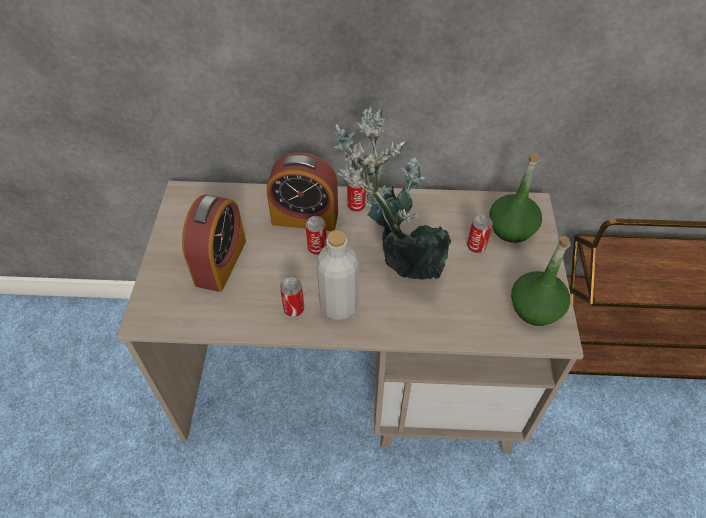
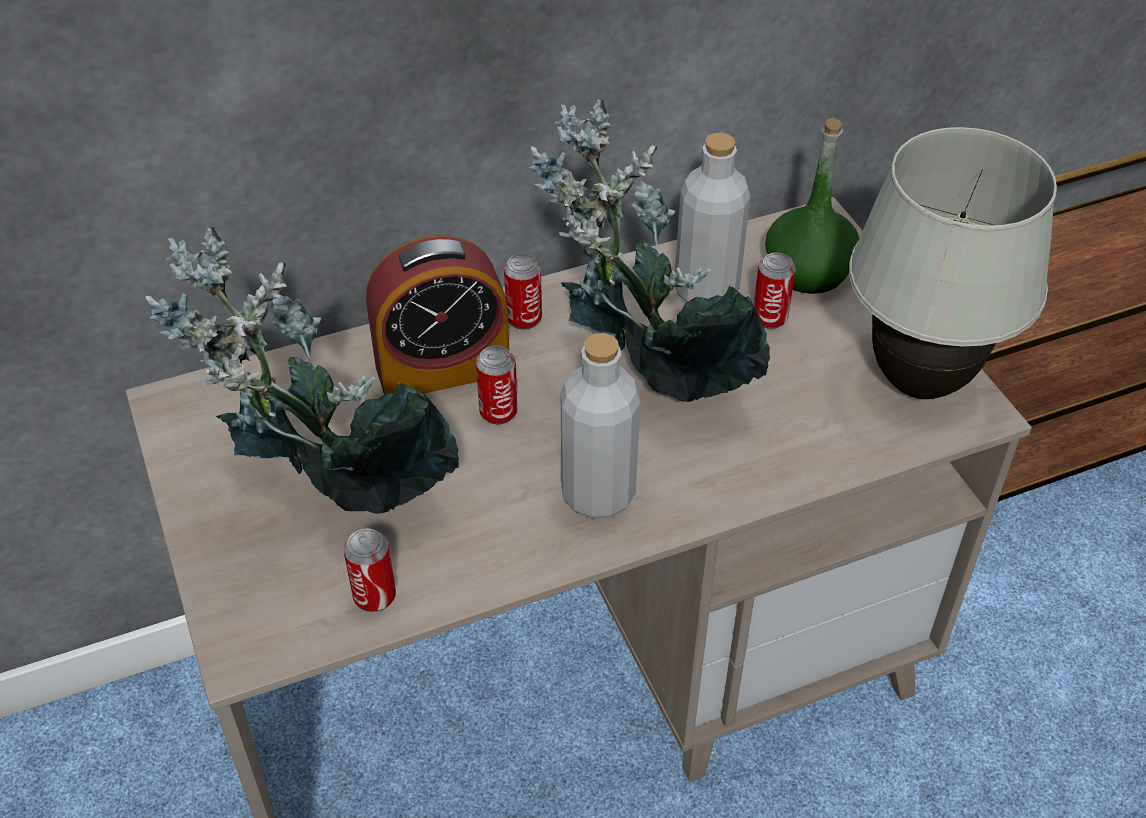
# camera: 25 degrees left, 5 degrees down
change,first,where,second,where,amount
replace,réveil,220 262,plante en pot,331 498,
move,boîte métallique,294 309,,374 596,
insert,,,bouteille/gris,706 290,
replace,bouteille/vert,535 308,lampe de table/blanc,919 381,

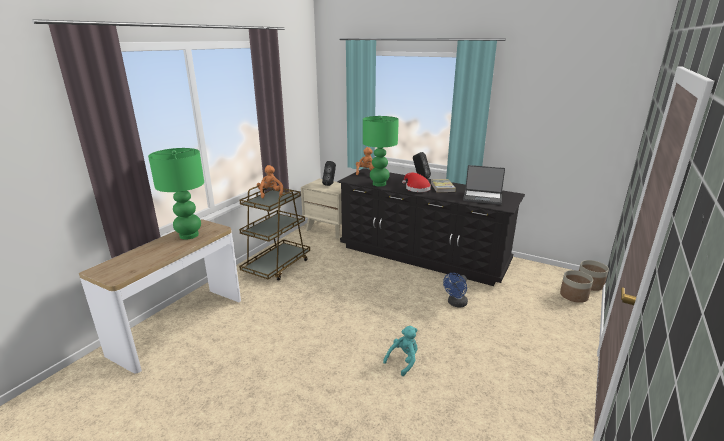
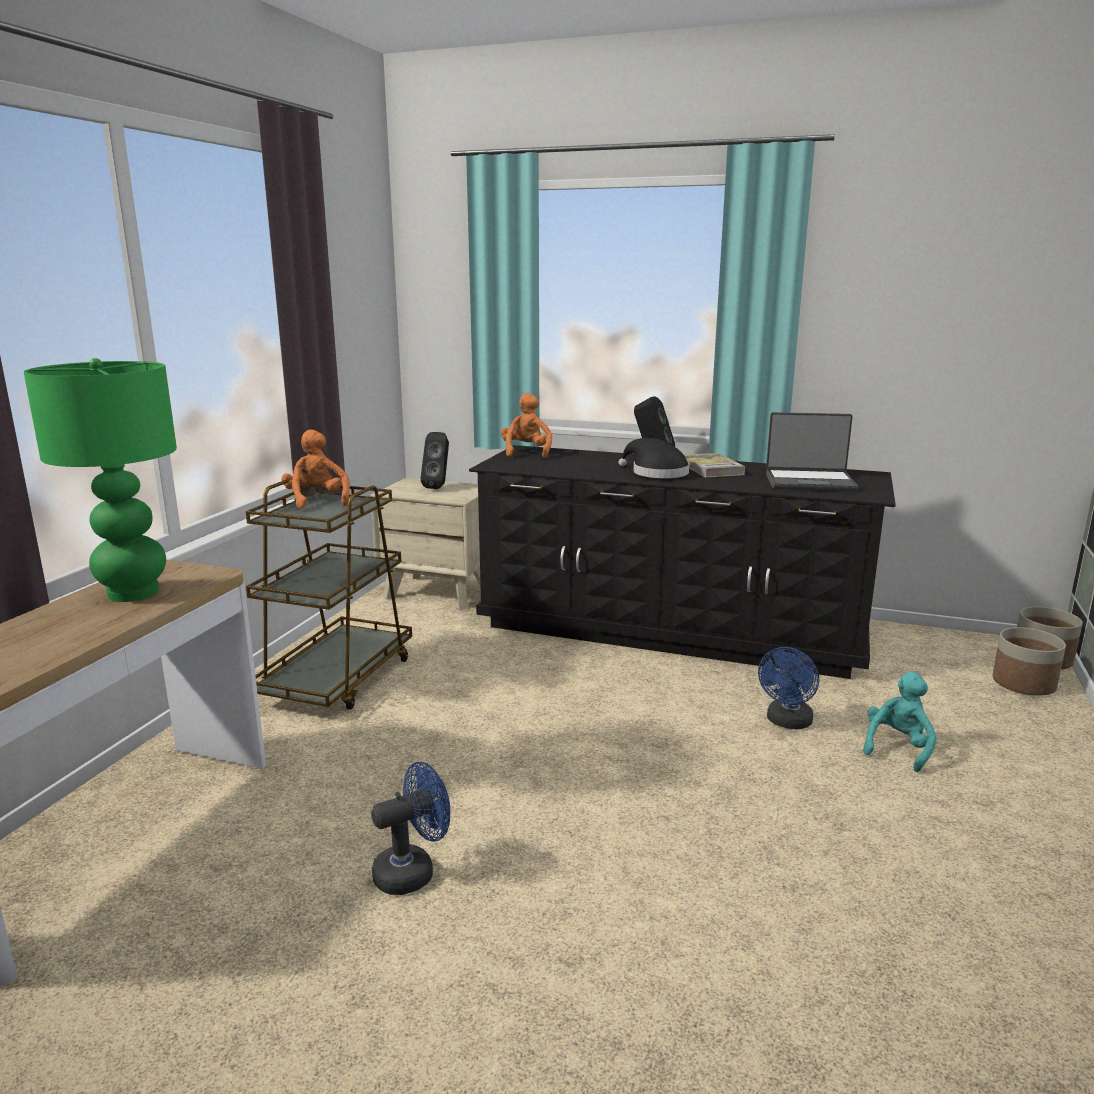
# camera: 10 degrees left, 5 degrees down
change,first,where,second,where,amount
insert,,,ventilateur/bleu,413 871,
recolor,chapeau/rouge,416 188,chapeau/noir,656 473,
move,peluche/turquoise,403 361,,898 748,
delete,lampe de table/vert,379 184,,,

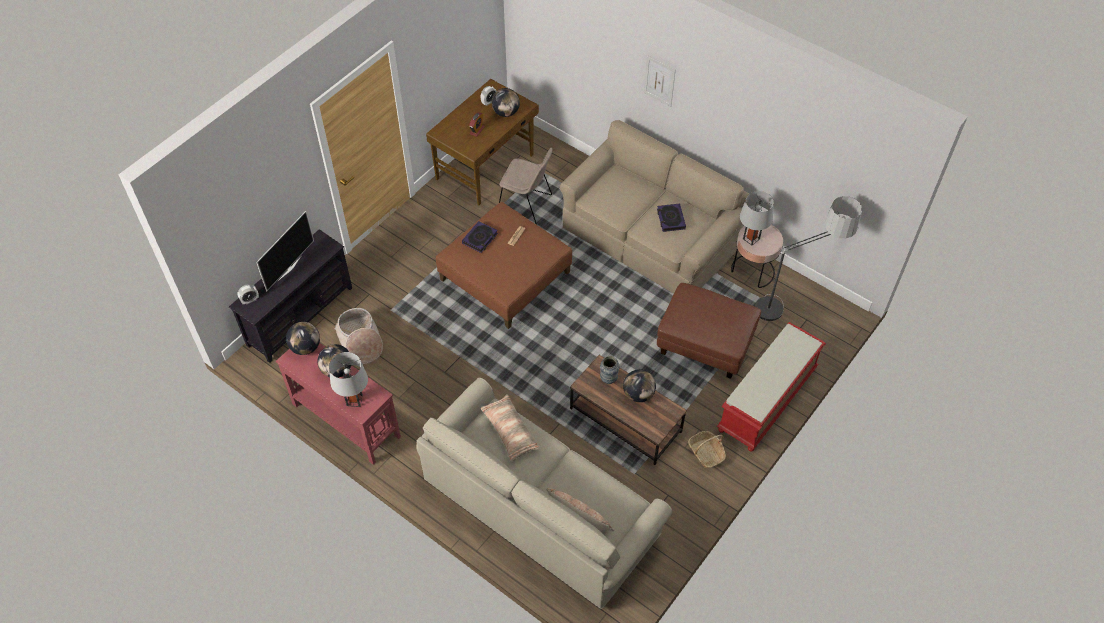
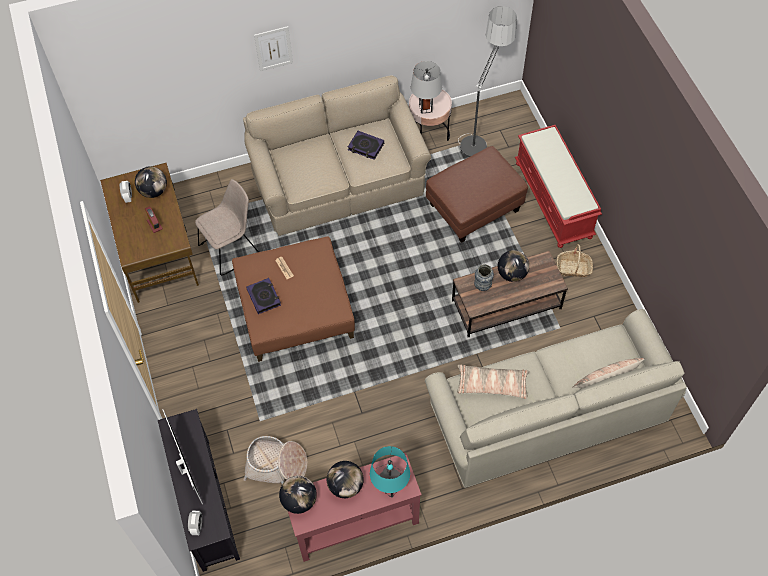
# camera: 55 degrees left, 5 degrees up
change,first,where,second,where,amount
recolor,lampe de table/gris,354 400,lampe de table/turquoise,390 487,

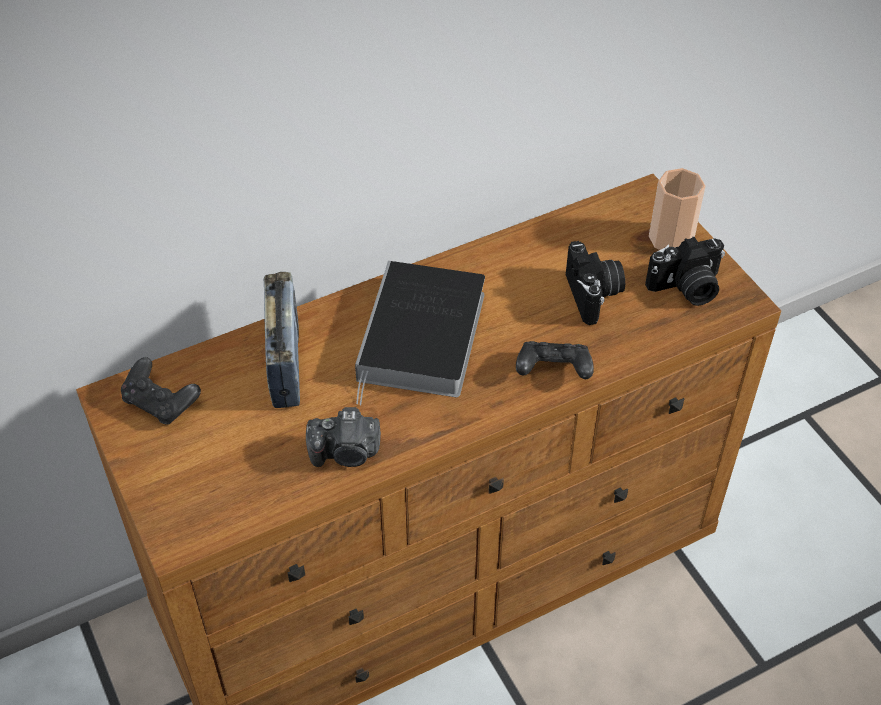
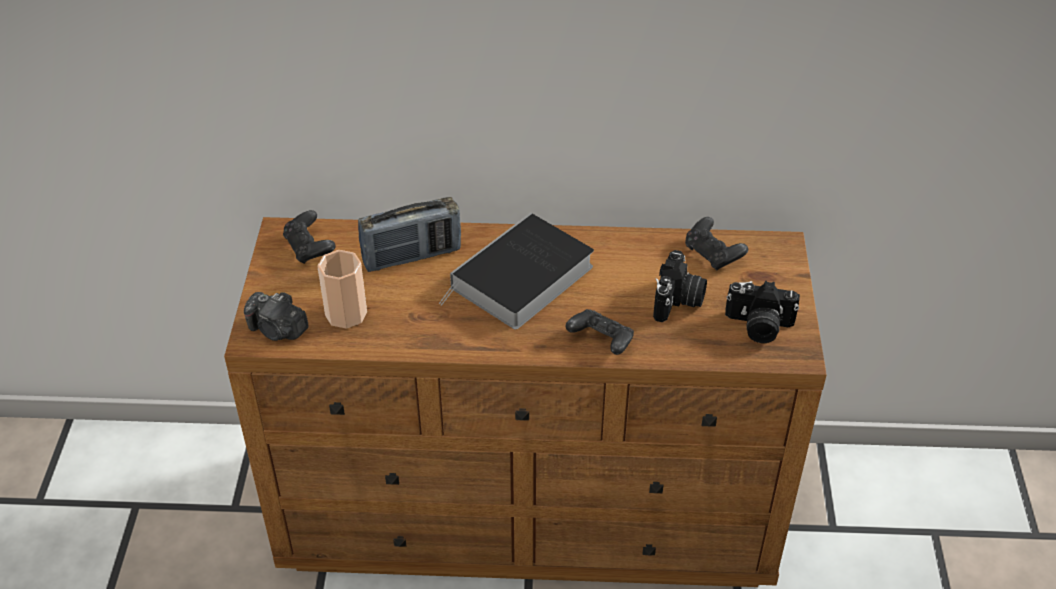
# camera: 30 degrees right, 5 degrees down
change,first,where,second,where,amount
move,appareil photo,346 453,,278 330,
move,tasse,671 238,,346 314,
rotate,radio,285 363,,412 256,45 degrees clockwise
insert,,,manette/noir,713 254,

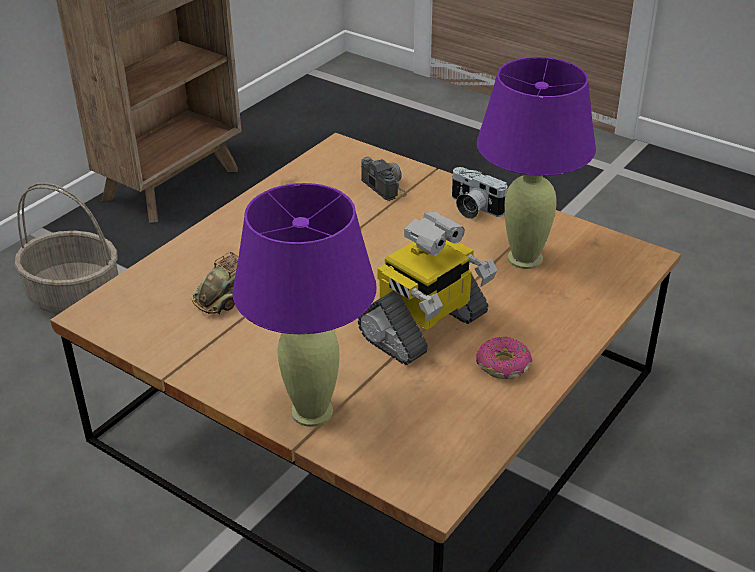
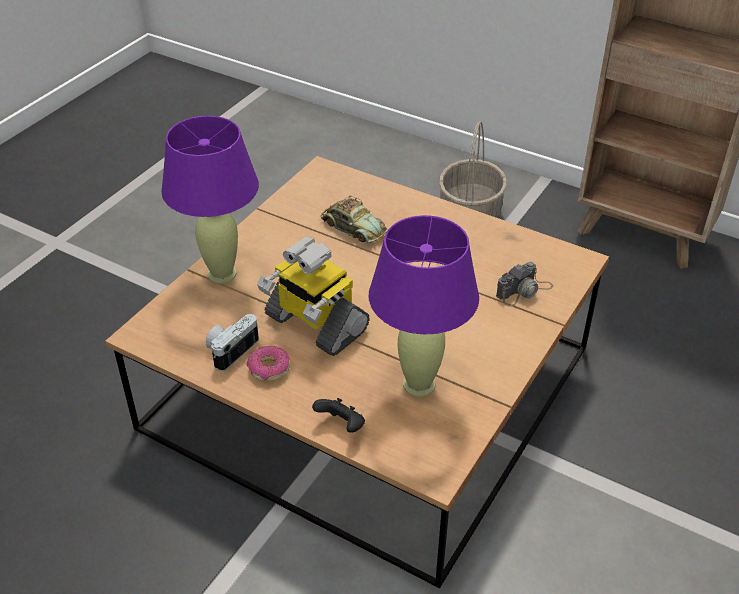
# camera: 85 degrees right, 5 degrees up
change,first,where,second,where,amount
move,appareil photo,473 208,,231 349,
insert,,,manette/noir,341 426,

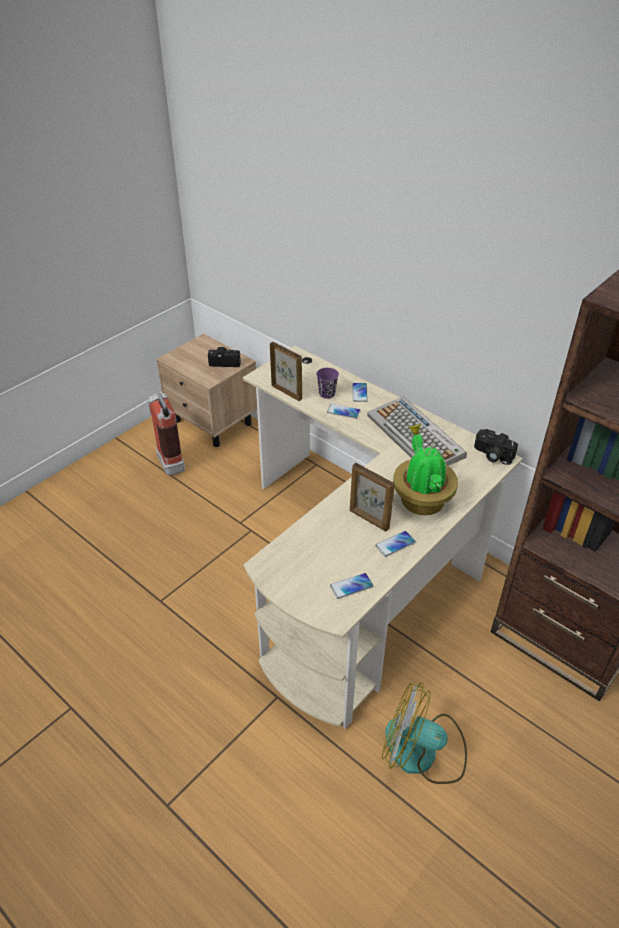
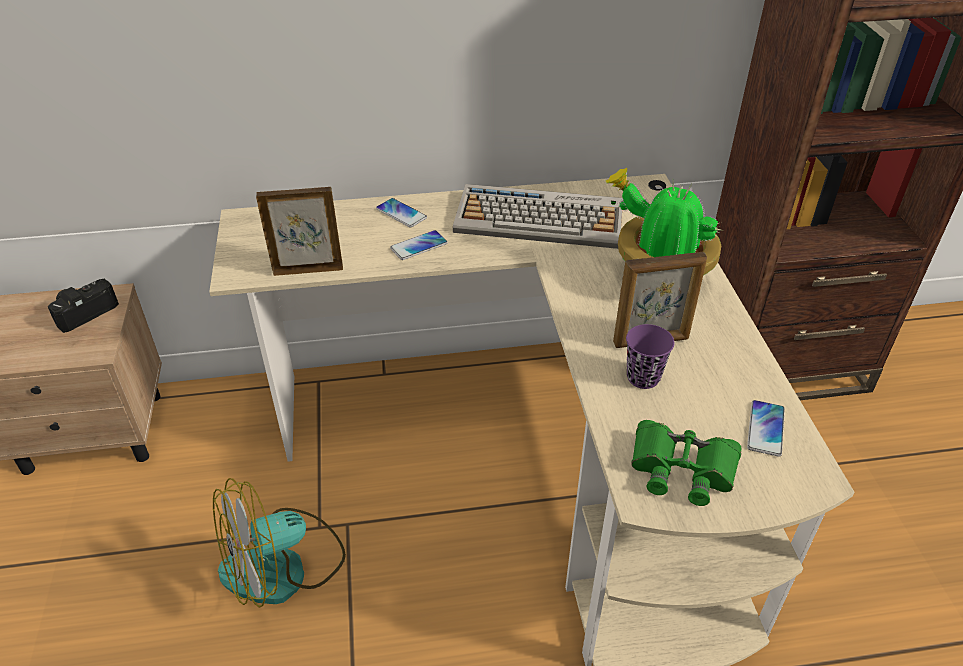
# camera: 50 degrees left, 0 degrees up
change,first,where,second,where,amount
move,ventilateur,423 752,,283 567,
move,tasse/violet,327 394,,643 377,
insert,,,jumelles/vert,682 468,
delete,extincteur,169 459,,,
delete,téléphone,395 544,,,
delete,appareil photo,492 455,,,

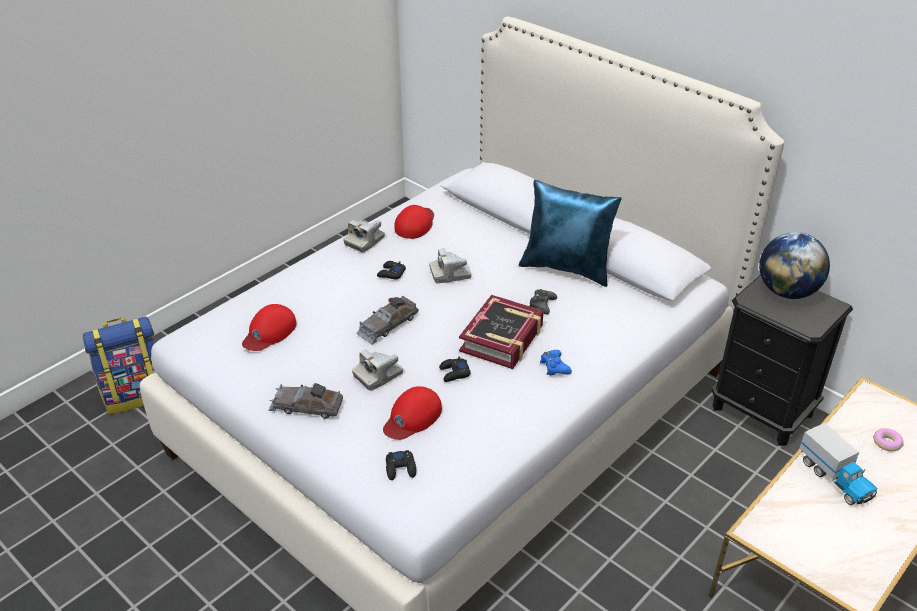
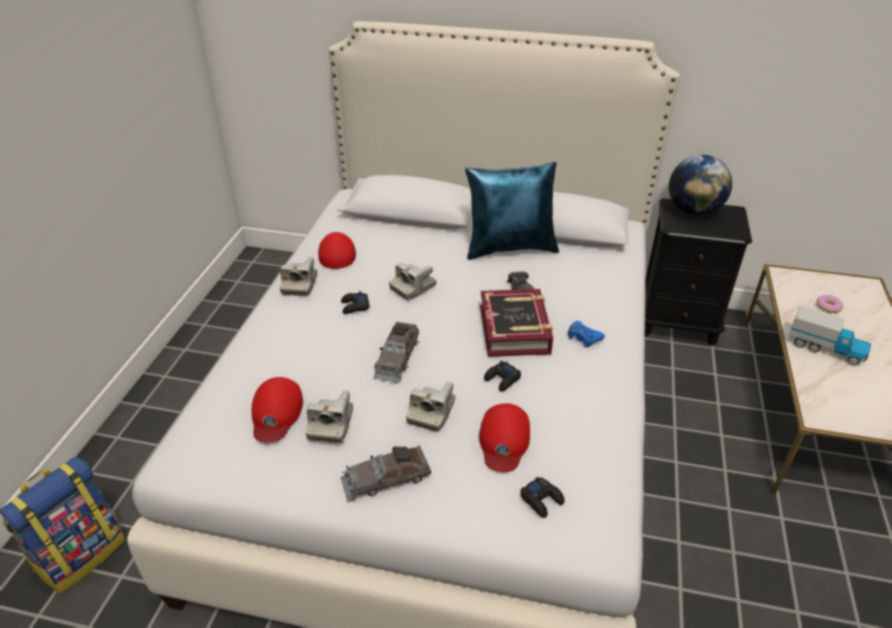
# camera: 30 degrees left, 0 degrees up
change,first,where,second,where,amount
insert,,,appareil photo,331 424,

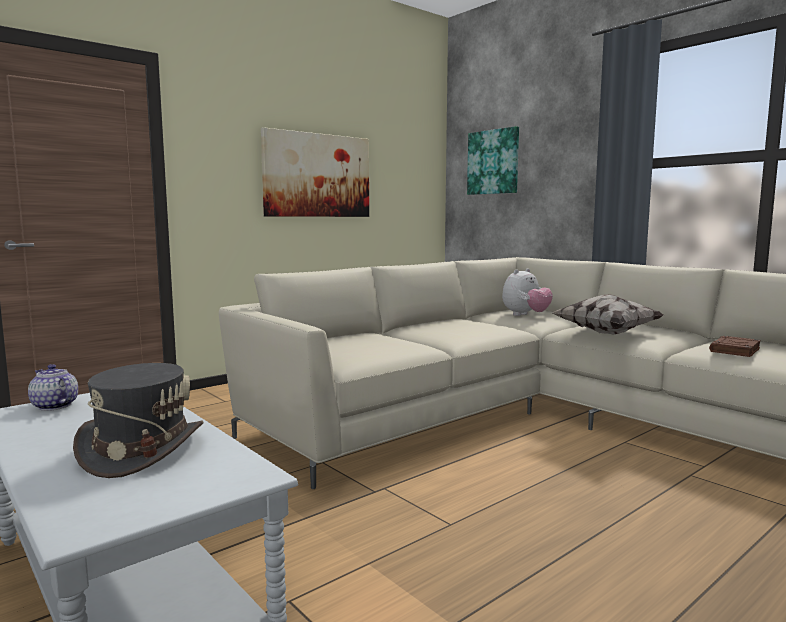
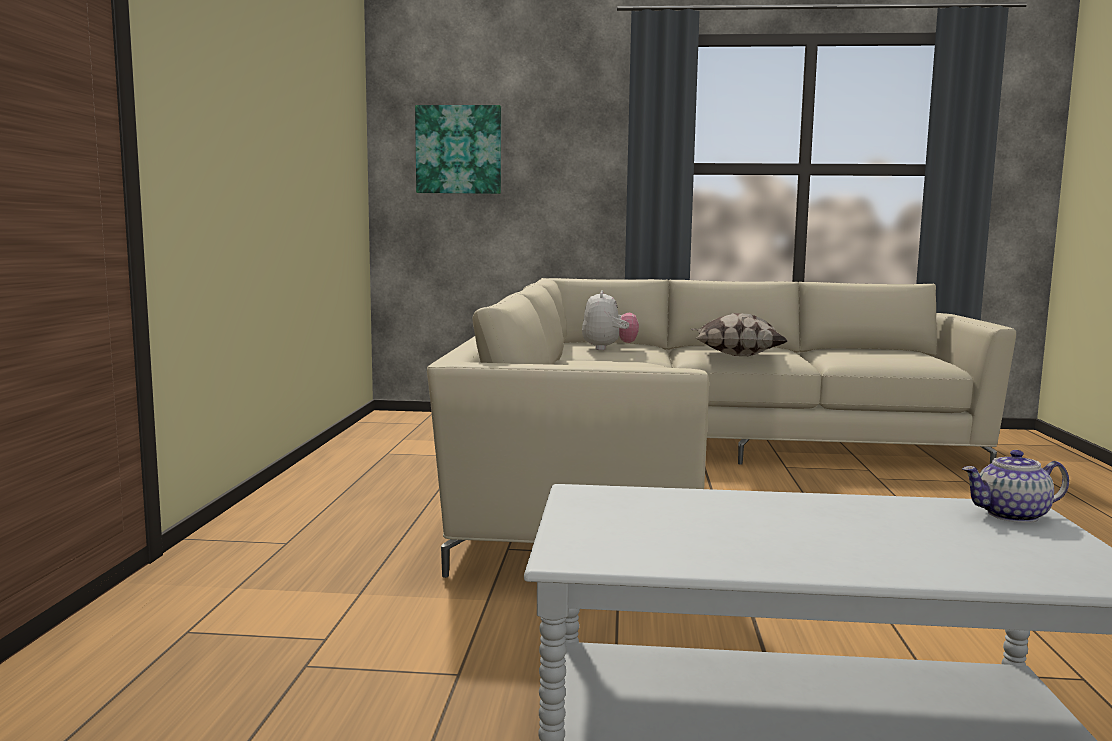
# camera: 45 degrees left, 0 degrees up
change,first,where,second,where,amount
move,théière,54 406,,1012 515,
delete,chapeau/gris,142 449,,,
delete,tableau,317 175,,,
delete,livre/marron,735 350,,,

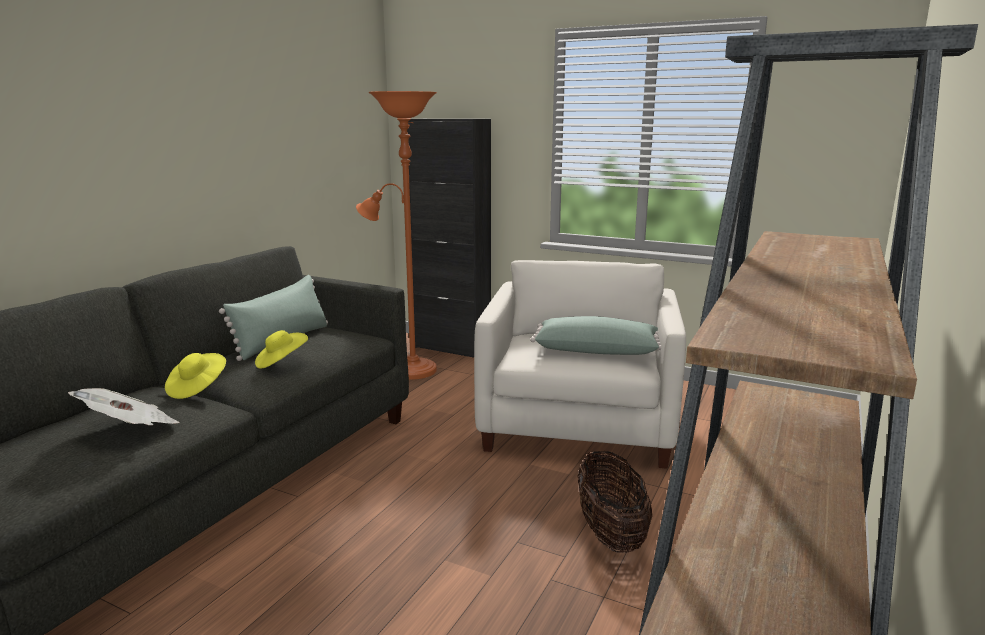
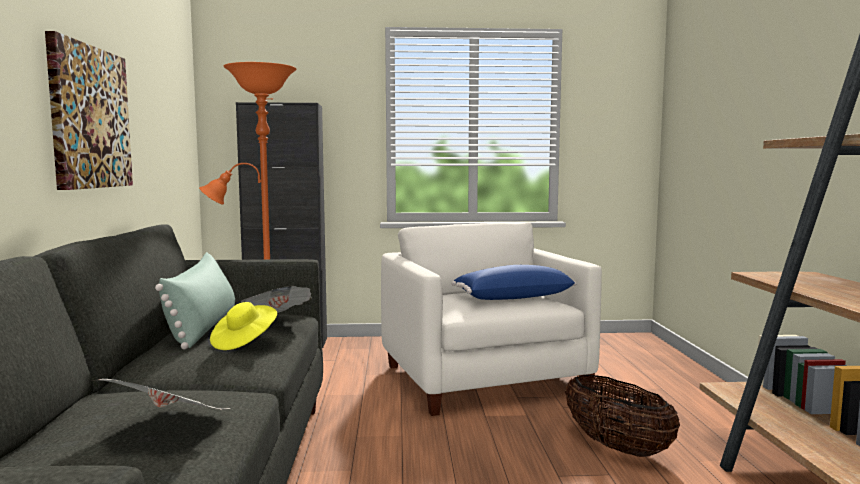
# camera: 30 degrees left, 10 degrees down
change,first,where,second,where,amount
insert,,,tableau,89 117,
insert,,,journal,276 321,
recolor,coussin/vert,596 350,coussin/bleu,513 297,
delete,chapeau/jaune,197 388,,,

